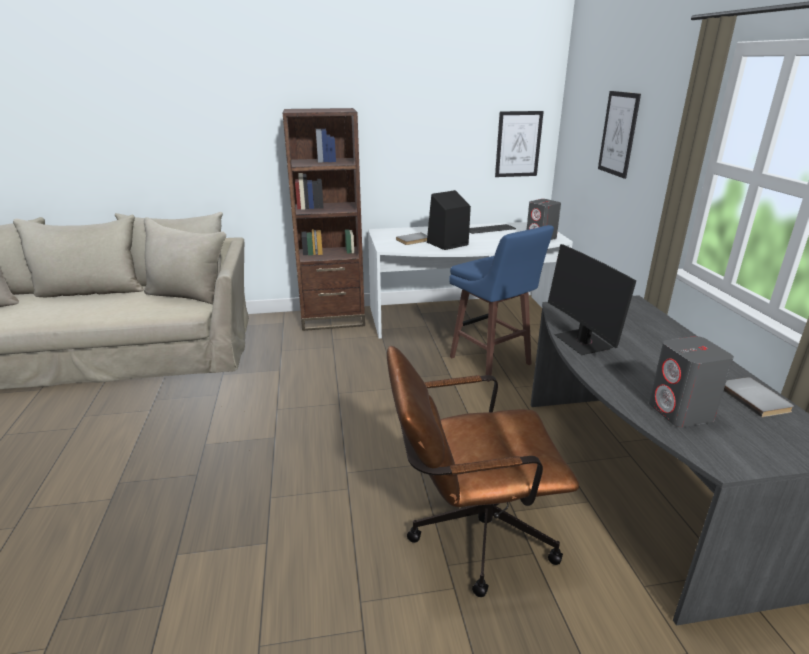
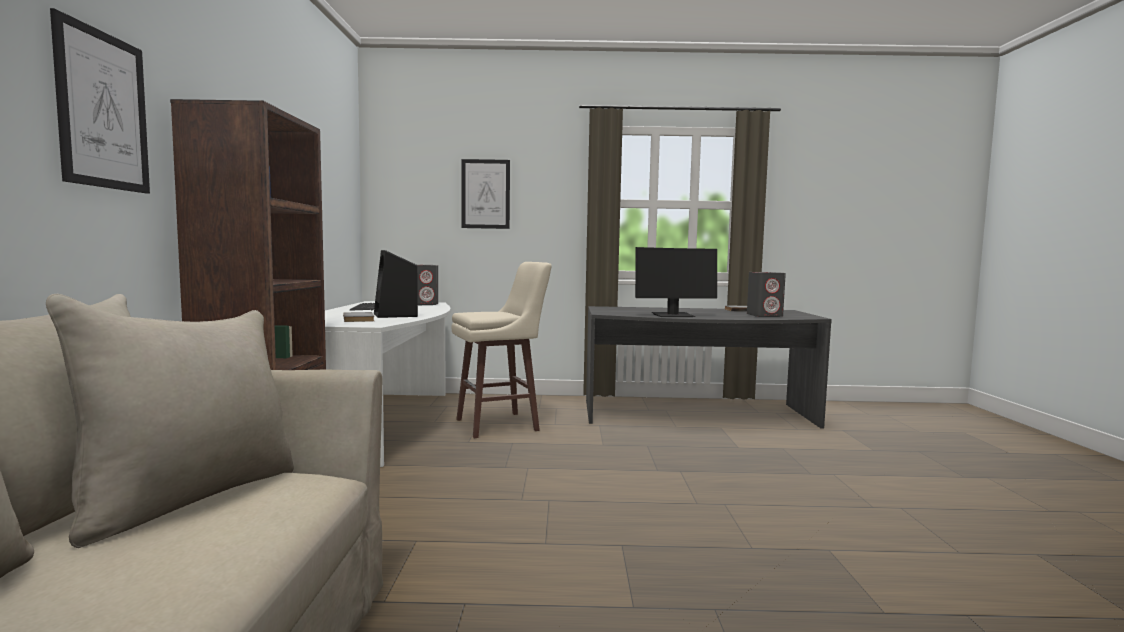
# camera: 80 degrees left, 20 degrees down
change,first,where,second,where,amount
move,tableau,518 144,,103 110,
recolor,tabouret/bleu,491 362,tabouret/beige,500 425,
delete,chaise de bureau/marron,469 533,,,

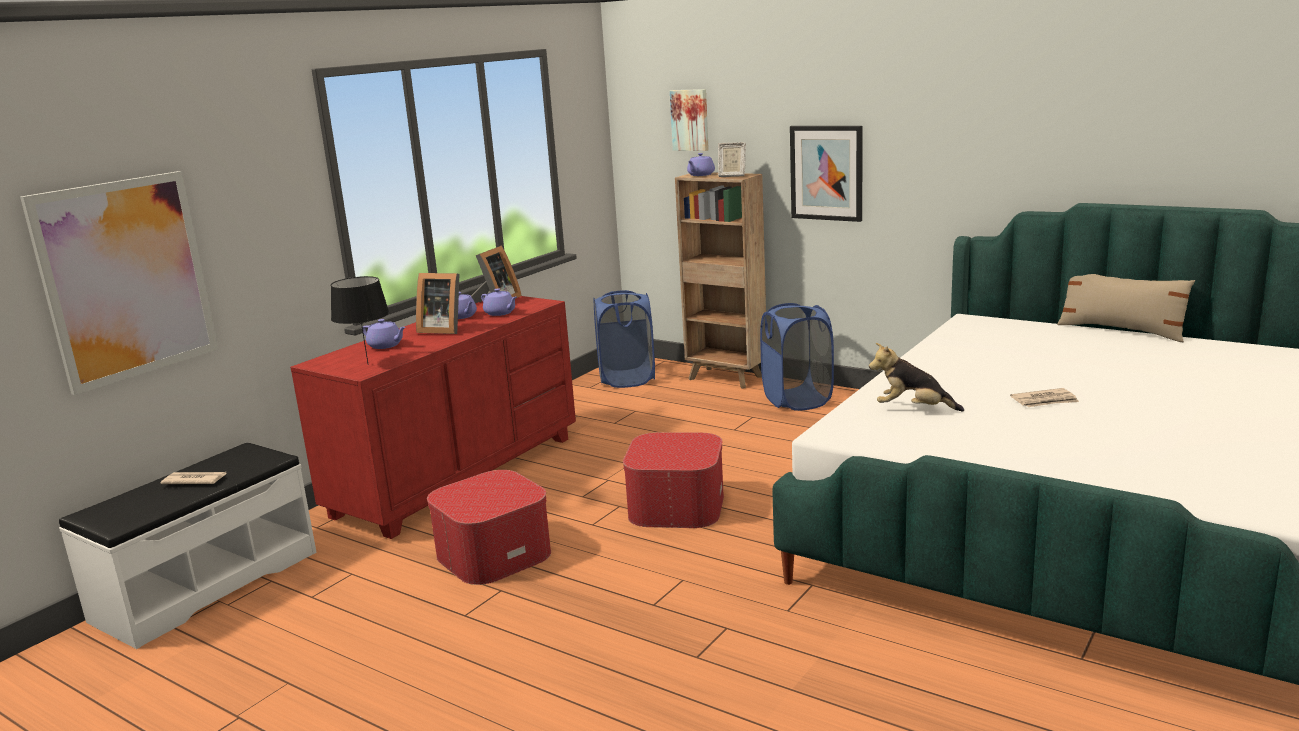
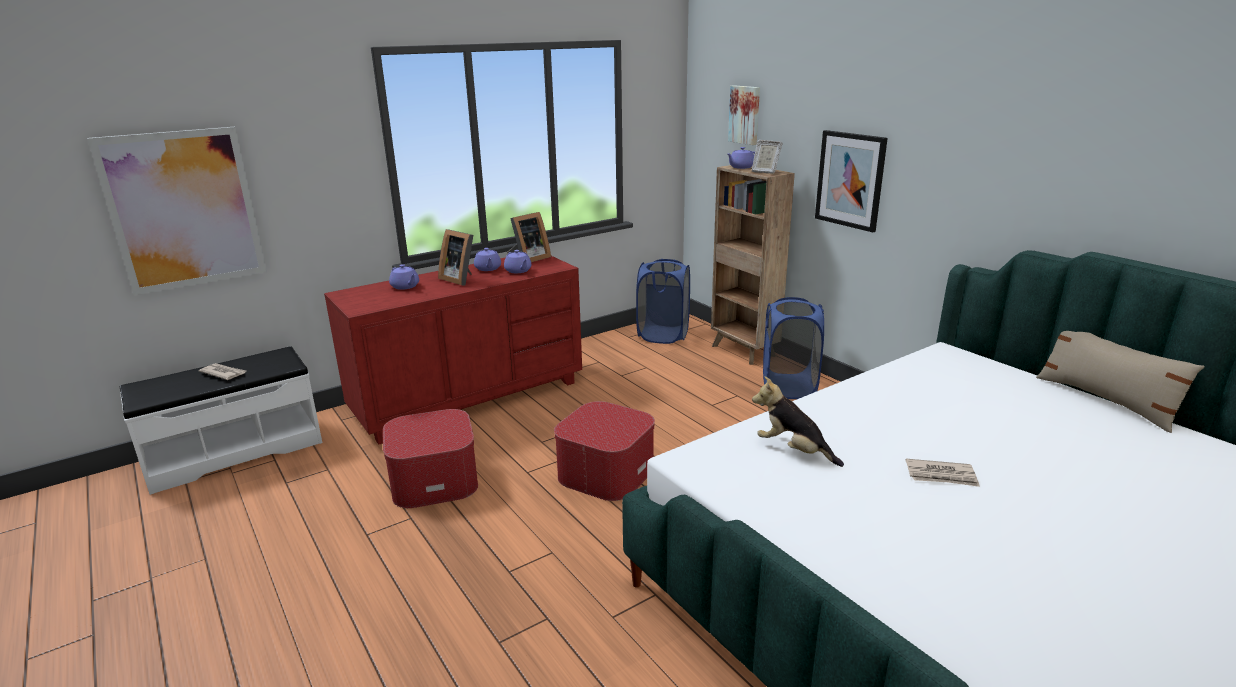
# camera: 20 degrees right, 5 degrees up
change,first,where,second,where,amount
delete,lampe de table/noir,368 364,,,

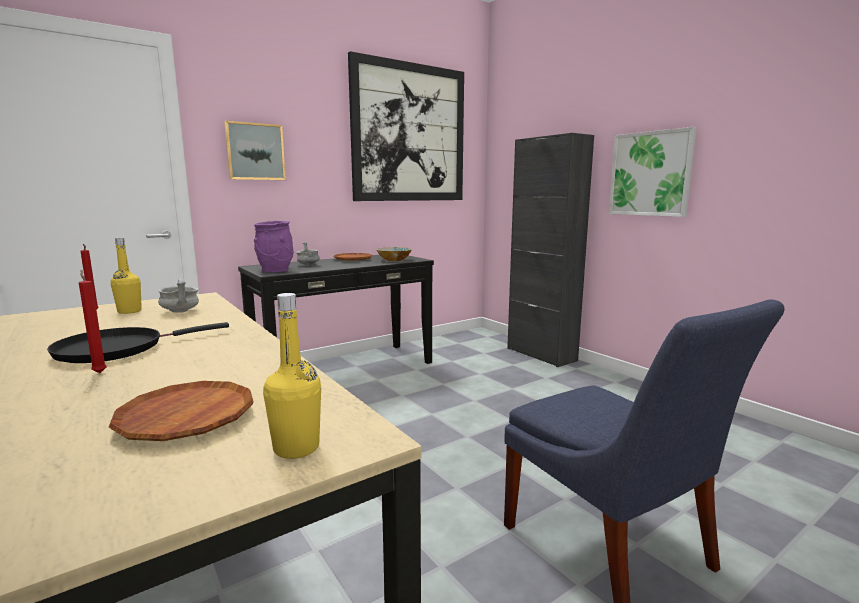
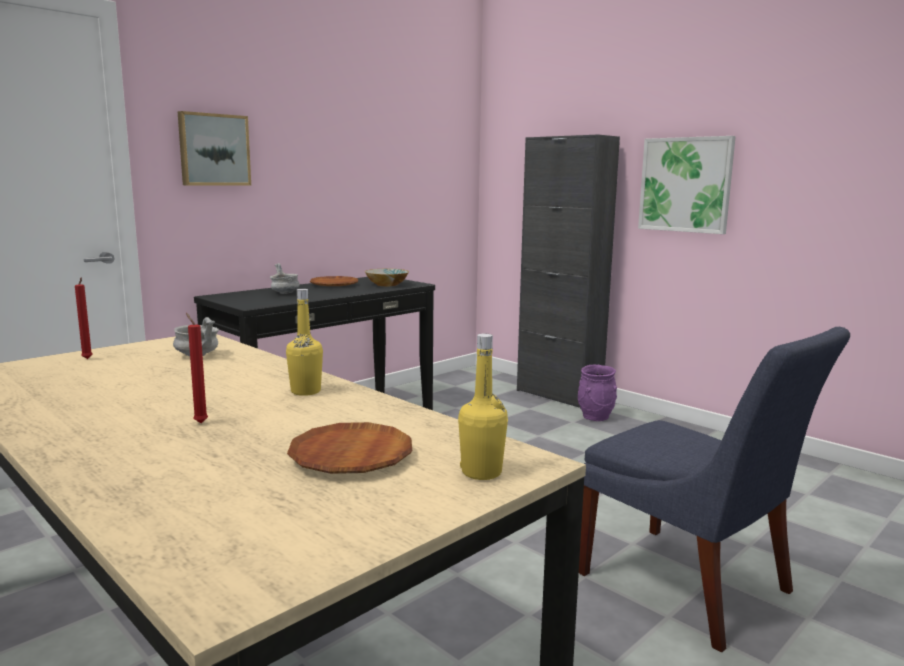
# camera: 10 degrees left, 0 degrees up
change,first,where,second,where,amount
move,bouteille/jaune,129 311,,305 391,
move,vase/violet,275 270,,595 417,
delete,poêle/noir,117 349,,,
delete,tableau,409 134,,,

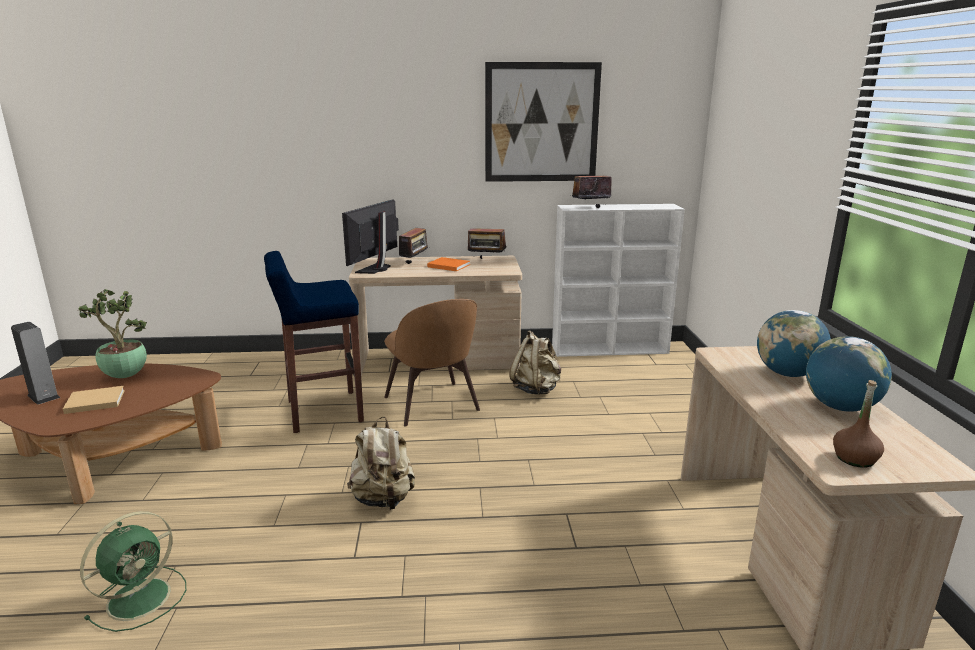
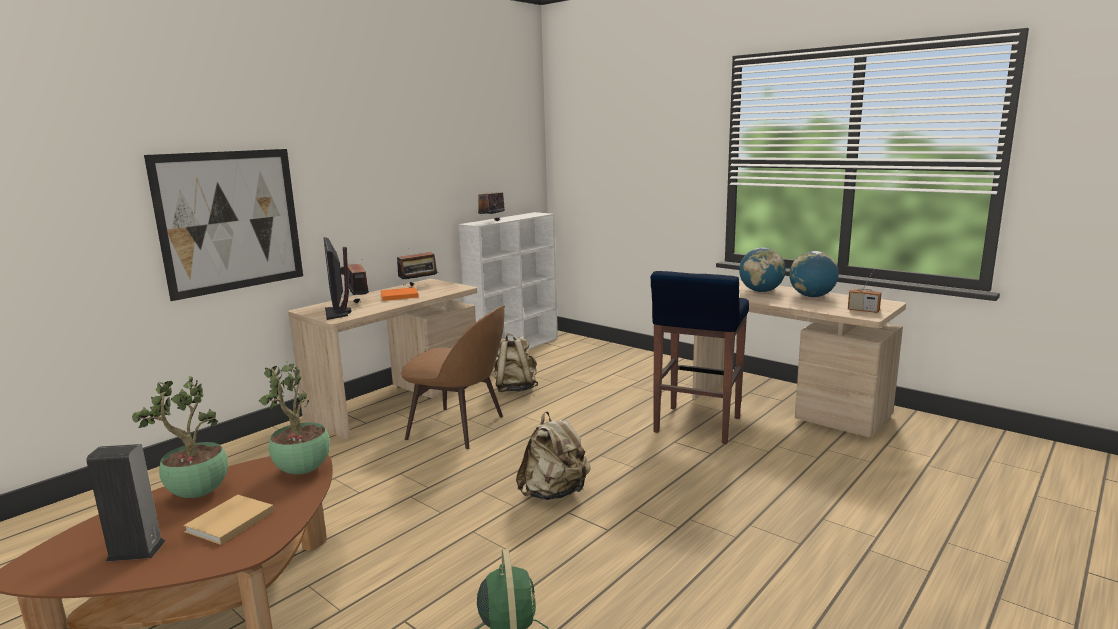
# camera: 45 degrees left, 5 degrees down
change,first,where,second,where,amount
move,tableau,541 123,,230 221,
insert,,,plante en pot,302 471,
move,tabouret/bleu,323 411,,696 425,
replace,bouteille/marron,855 459,radio,863 311,

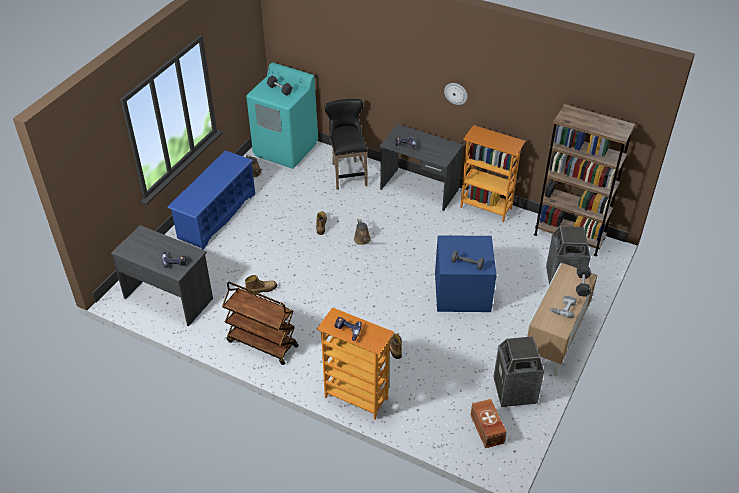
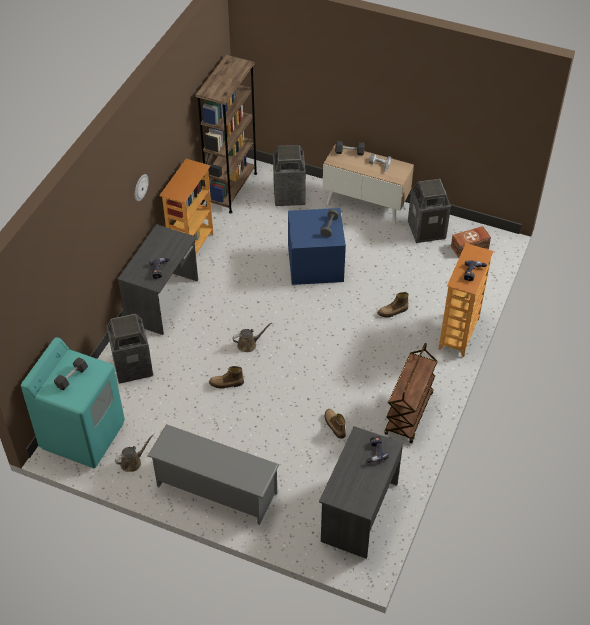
# camera: 95 degrees left, 5 degrees up
change,first,where,second,where,amount
replace,tabouret/noir,348 173,poubelle,132 367,
recolor,étagère à chaussures/bleu,216 216,étagère à chaussures/gris,215 489,

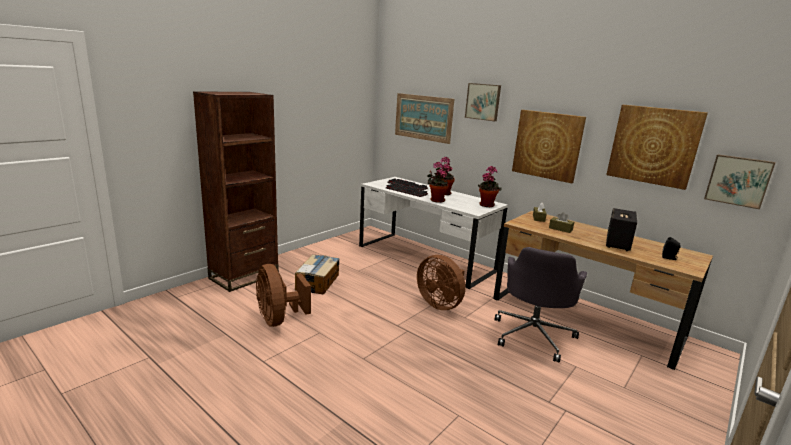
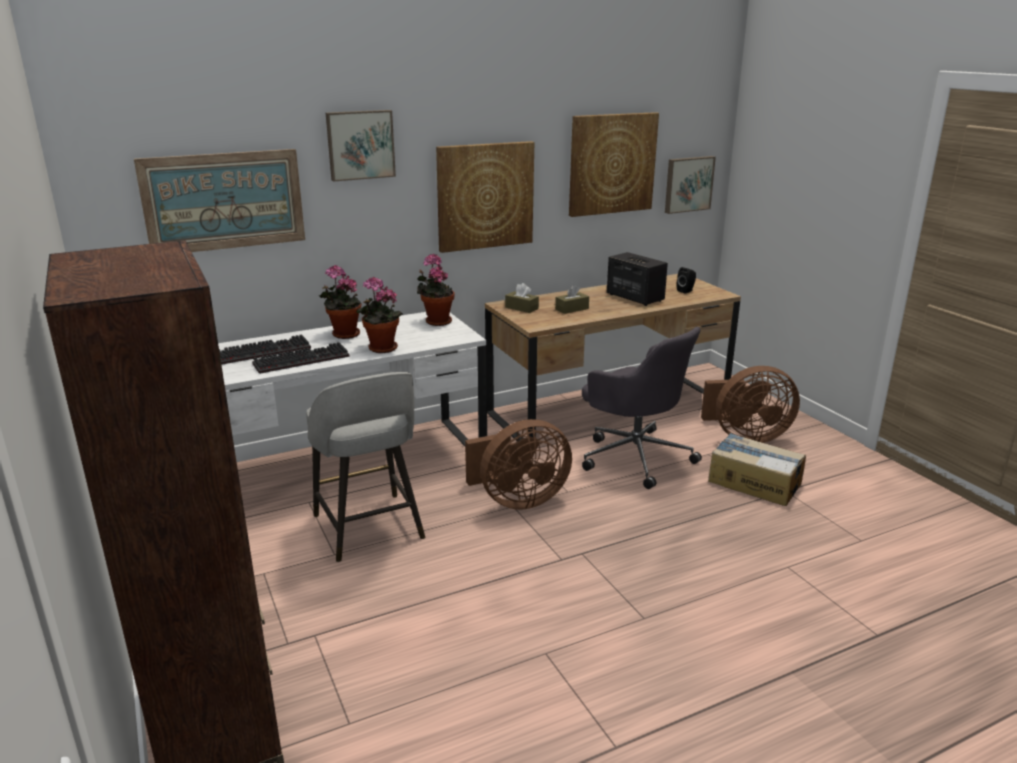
# camera: 65 degrees left, 5 degrees up
change,first,where,second,where,amount
insert,,,tabouret/gris,369 529,
move,ventilateur/marron,279 319,,745 437,
move,carton,318 282,,754 482,

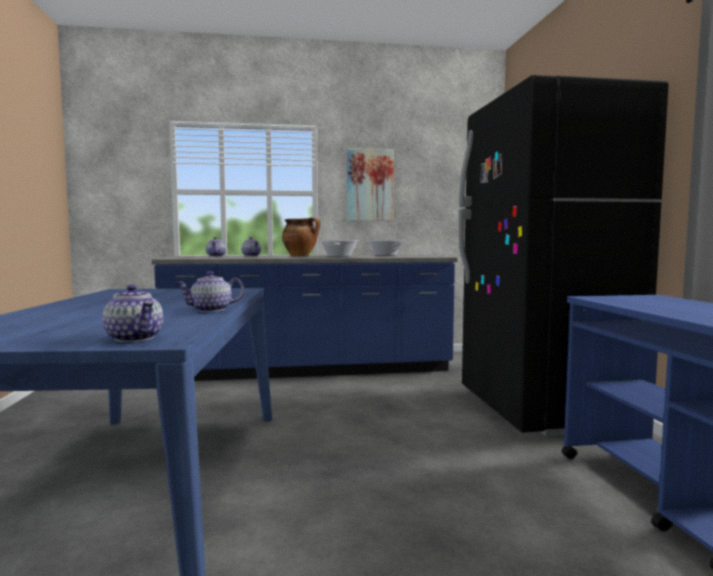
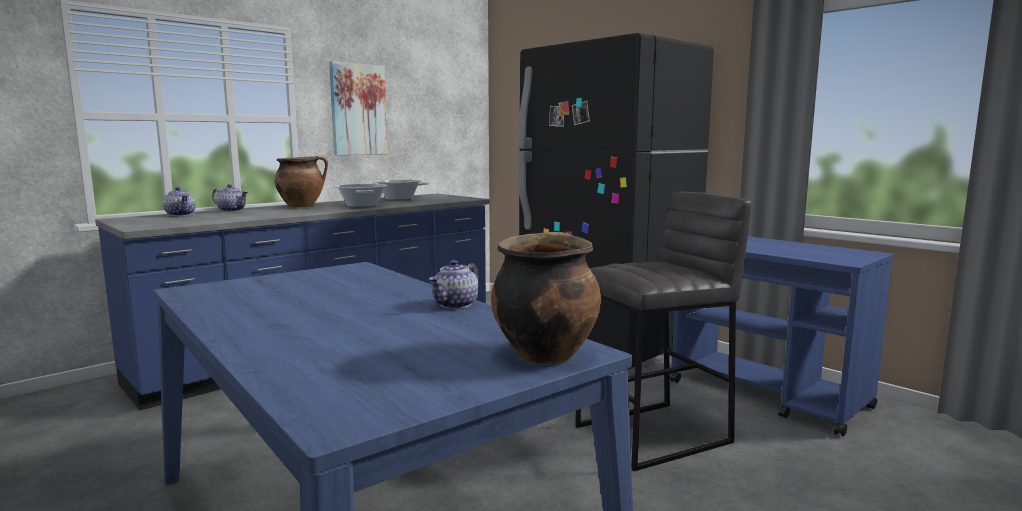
# camera: 35 degrees left, 5 degrees up
change,first,where,second,where,amount
replace,théière,135 338,marmite,545 354,
insert,,,tabouret/gris,654 434,

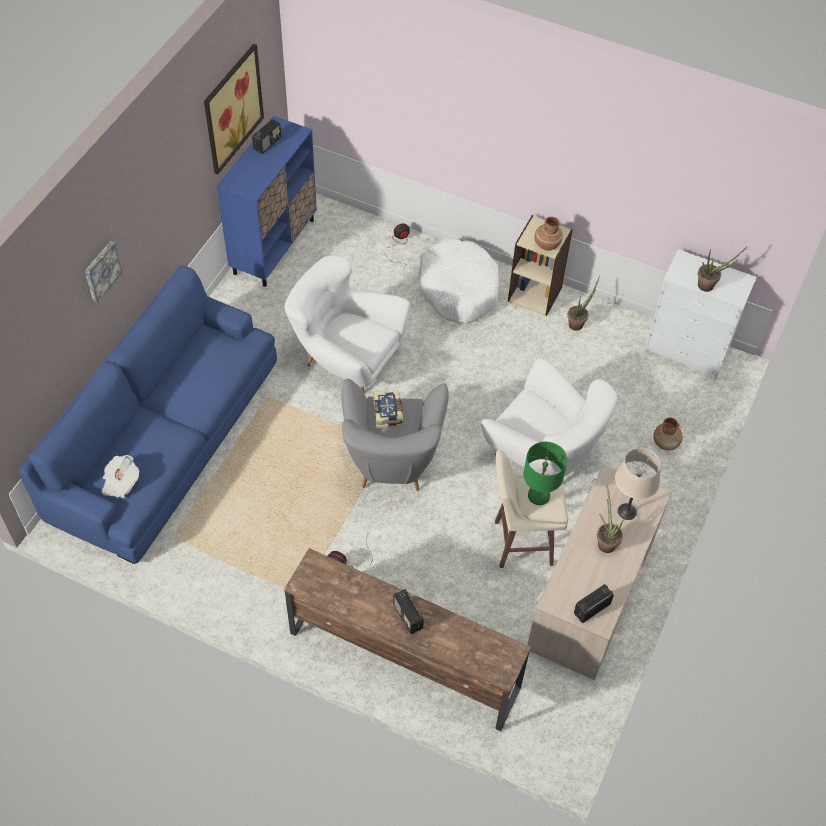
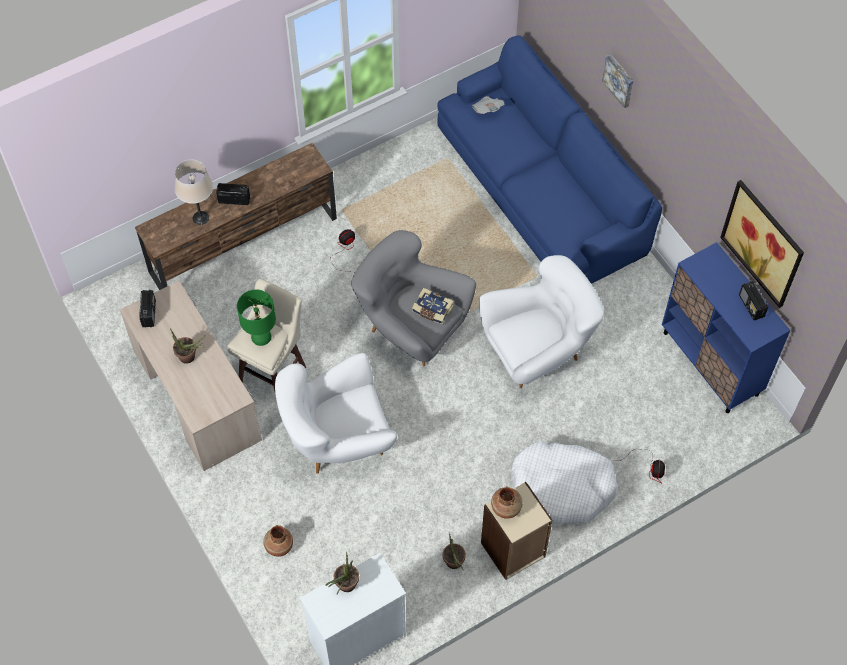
# camera: 125 degrees right, 5 degrees up
change,first,where,second,where,amount
move,lampe de table/beige,627 511,,200 218,

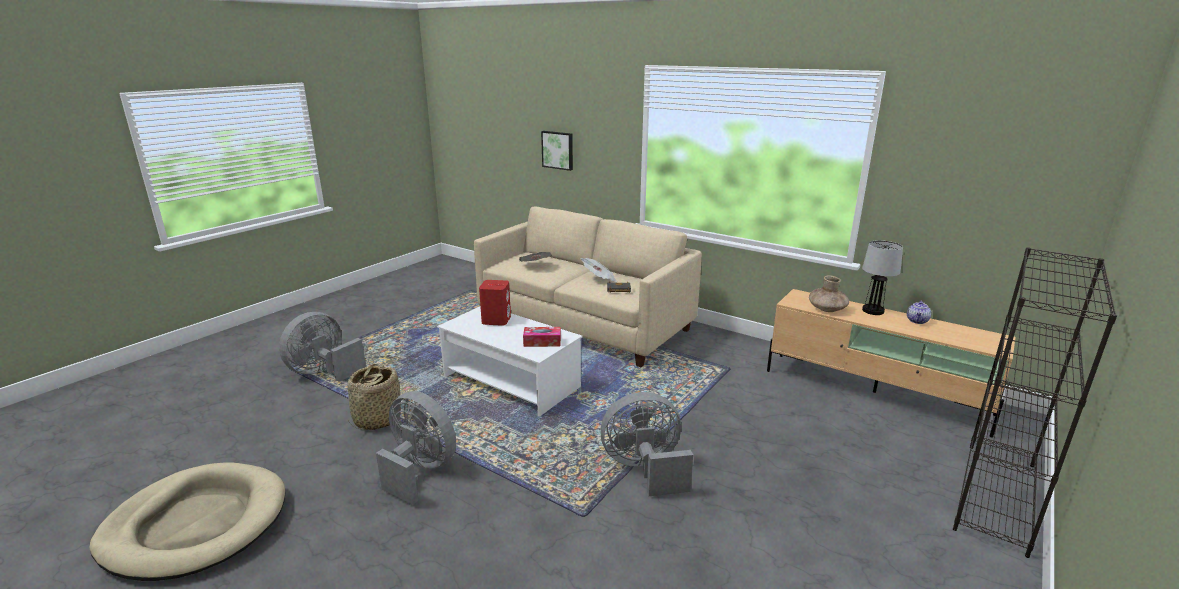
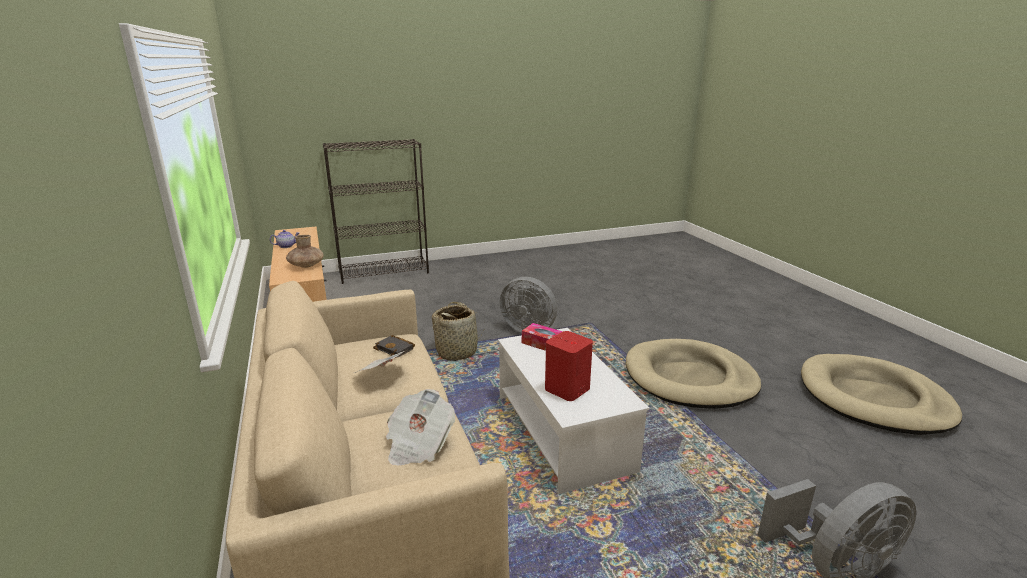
# camera: 145 degrees left, 0 degrees up
change,first,where,second,where,amount
move,panier,377 419,,457 352,
replace,ventilateur/gris,420 470,panier pour chien/beige,690 378,
delete,tableau,558 150,,,
delete,lampe de table,873 311,,,

